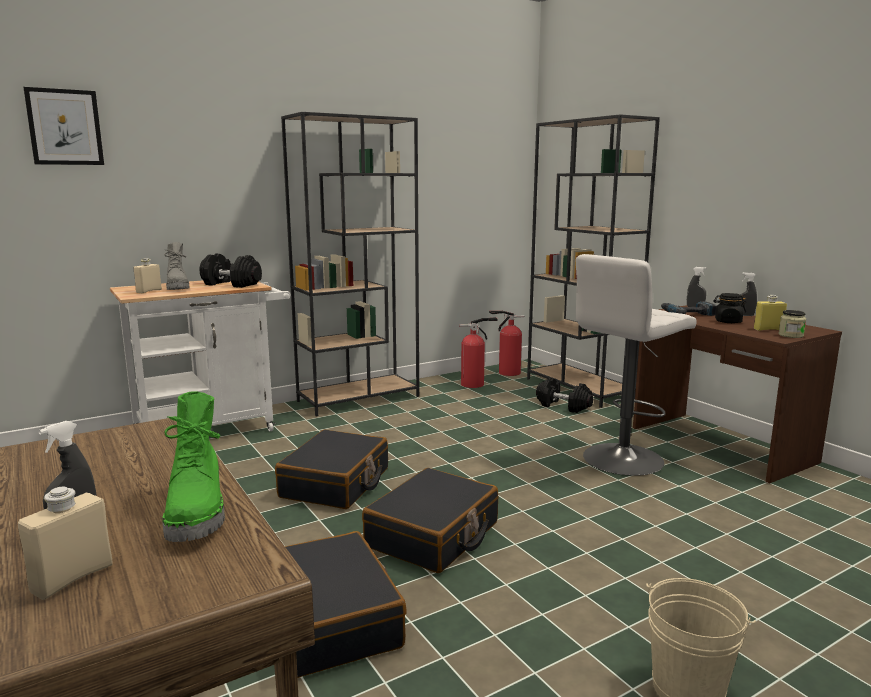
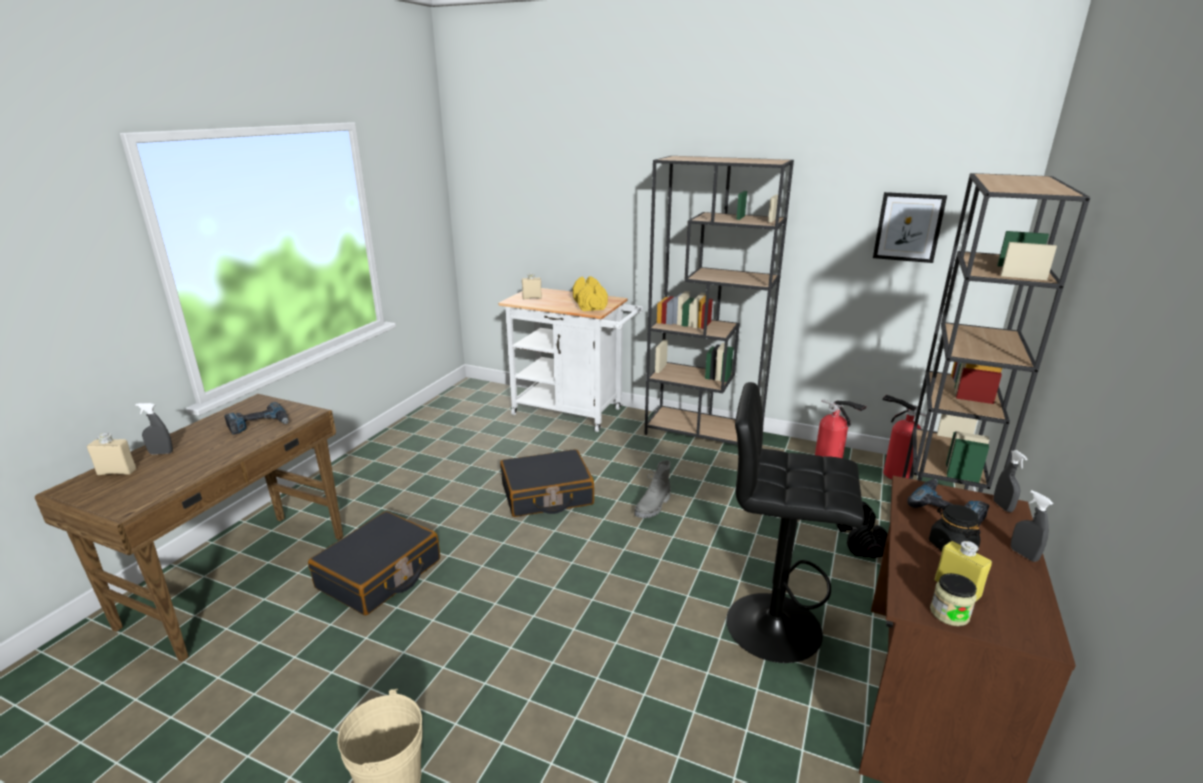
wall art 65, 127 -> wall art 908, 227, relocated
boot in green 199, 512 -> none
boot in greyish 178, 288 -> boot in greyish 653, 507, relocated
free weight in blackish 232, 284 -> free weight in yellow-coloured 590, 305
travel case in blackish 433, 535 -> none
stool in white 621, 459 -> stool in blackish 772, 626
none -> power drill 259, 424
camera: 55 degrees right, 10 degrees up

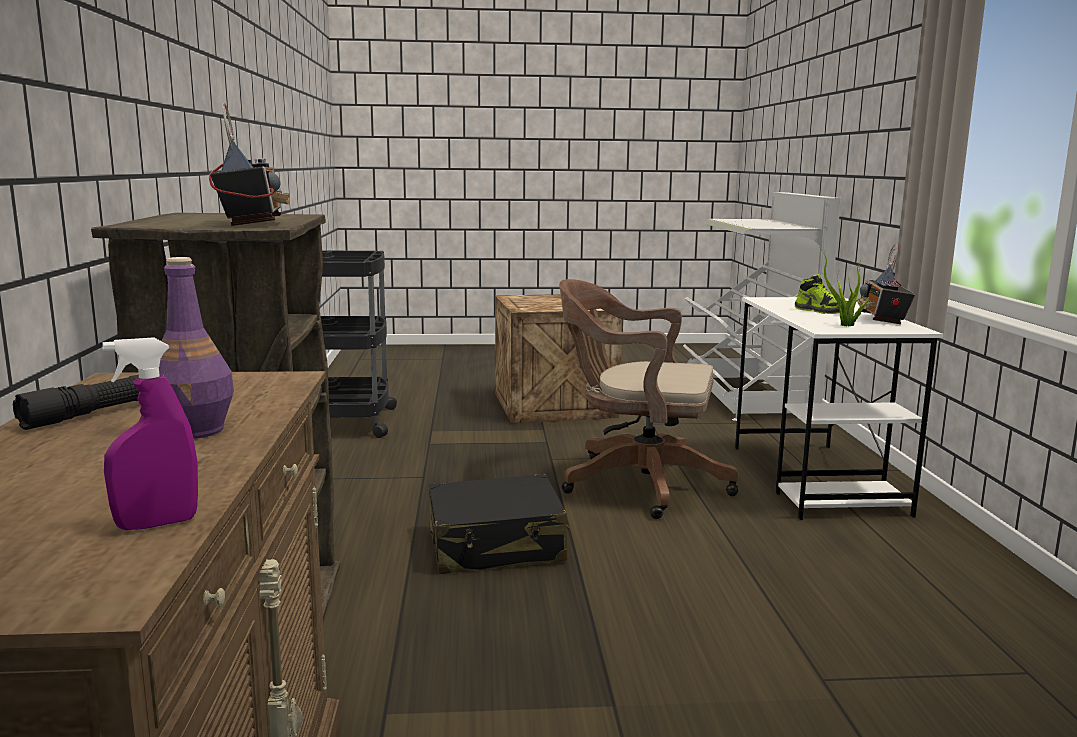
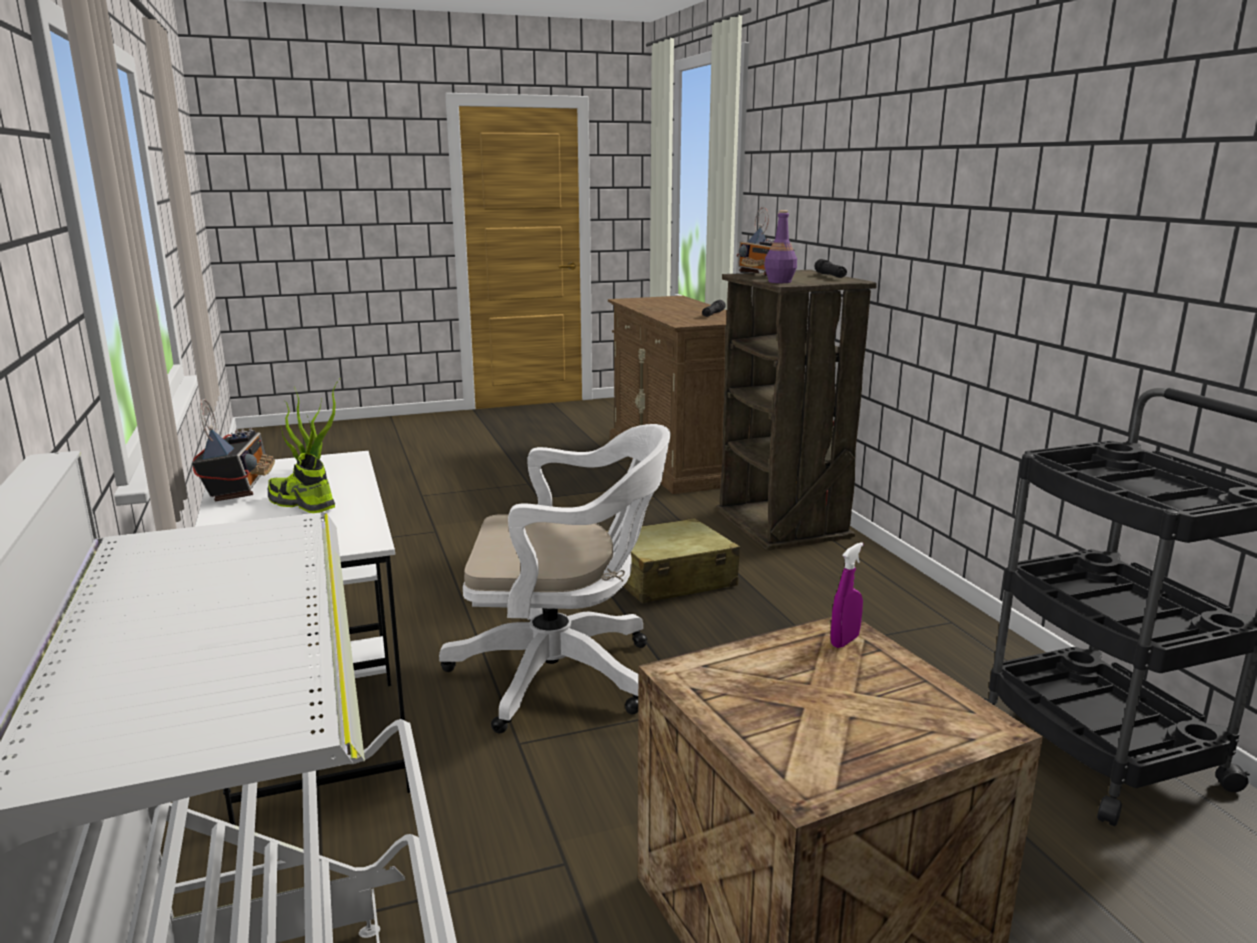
sprayer in purplish 157, 524 -> sprayer in purplish 844, 641, relocated
beverage bottle in purplish 195, 430 -> beverage bottle in purplish 779, 282, relocated
travel case in blackish 496, 546 -> travel case in beige 669, 579
office chair in brown 636, 483 -> office chair in white 564, 674
none -> torch in blackish 830, 276
camera: 165 degrees right, 5 degrees up

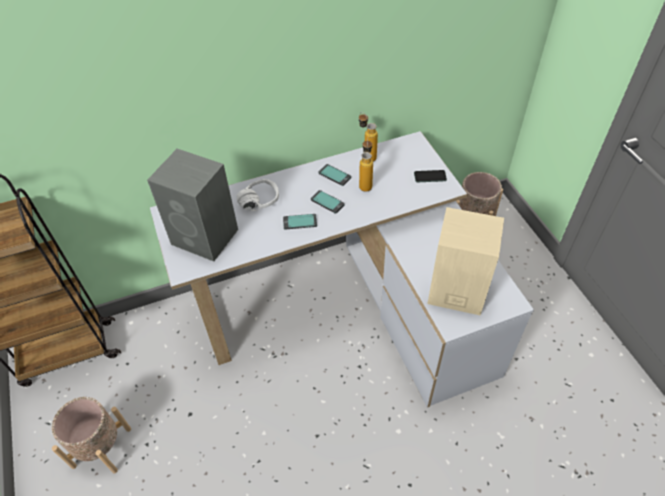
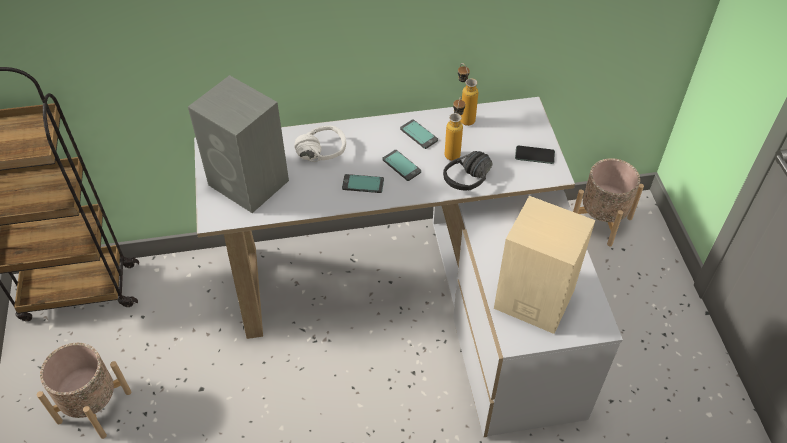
none -> headphones in blackish 473, 182
camera: 10 degrees right, 0 degrees up

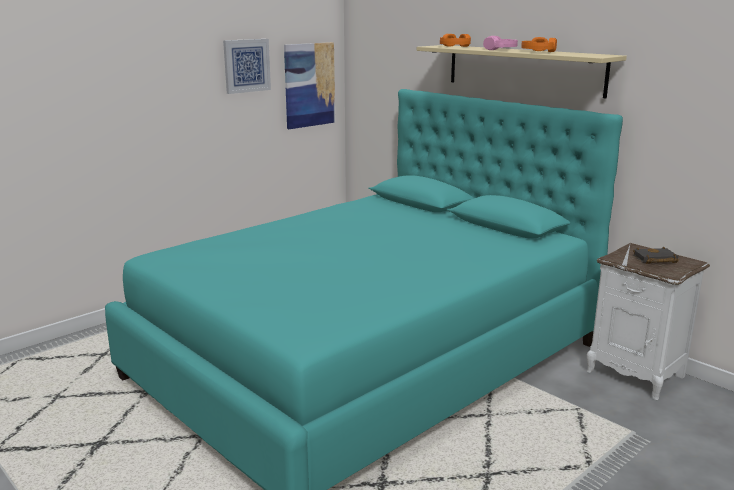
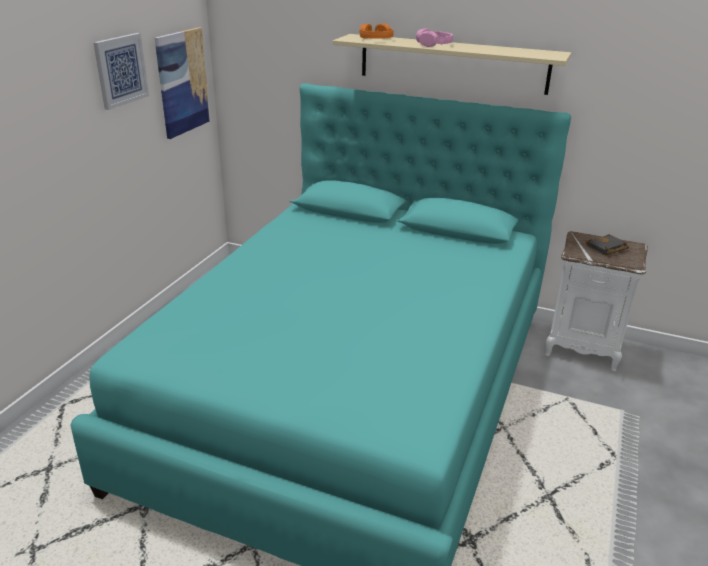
headphones in orangey 538, 51 -> none
camera: 25 degrees left, 10 degrees up

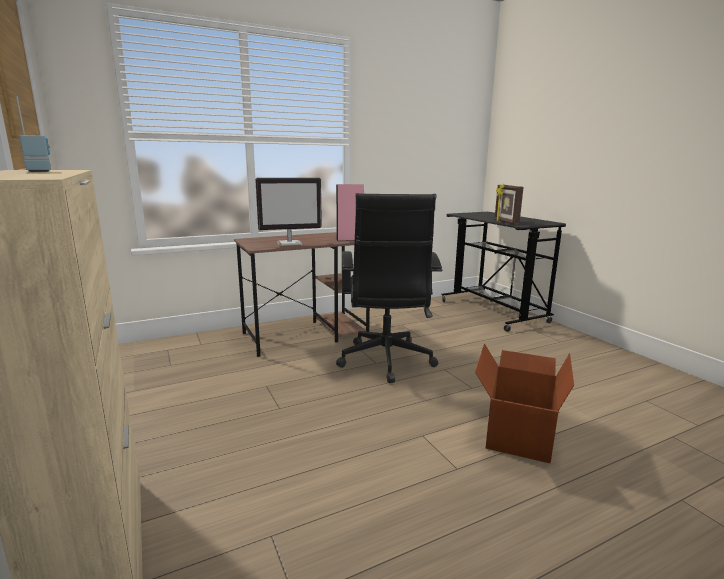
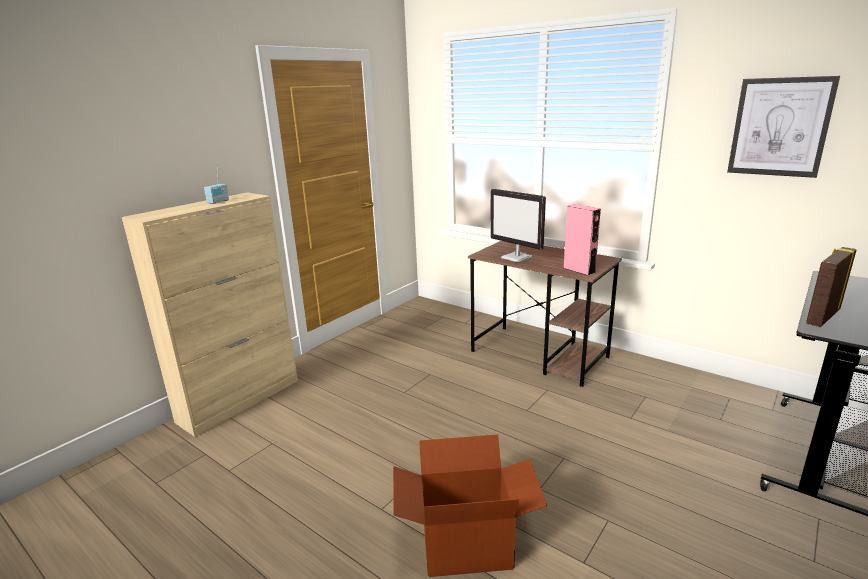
office chair in blackish 386, 362 -> none
none -> wall art 779, 127
camera: 65 degrees right, 5 degrees up

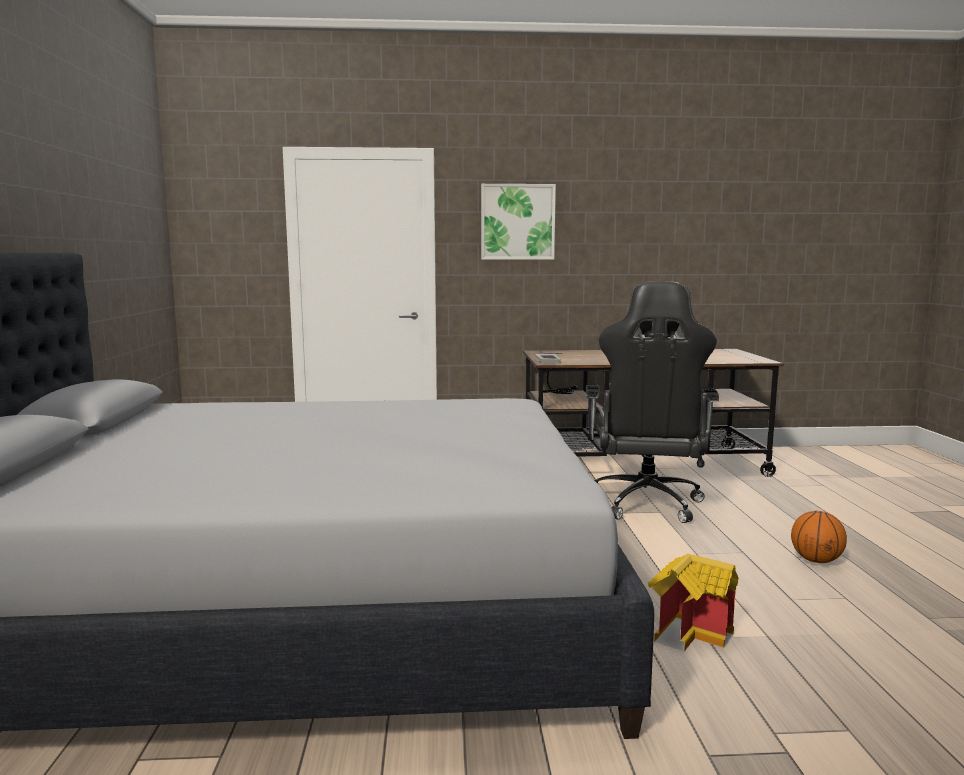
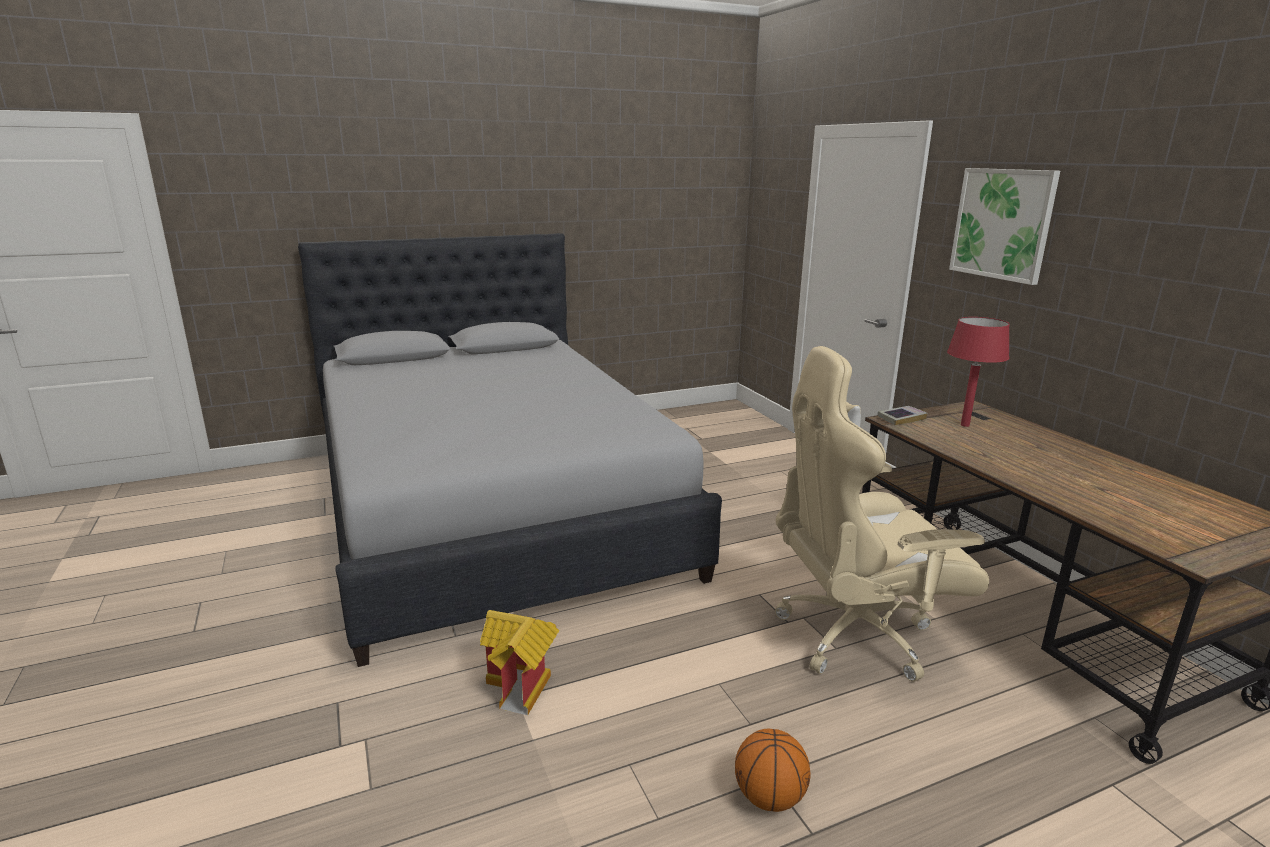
office chair in blackish 645, 501 -> office chair in beige 863, 634
none -> table lamp in red 965, 425
camera: 70 degrees right, 10 degrees up

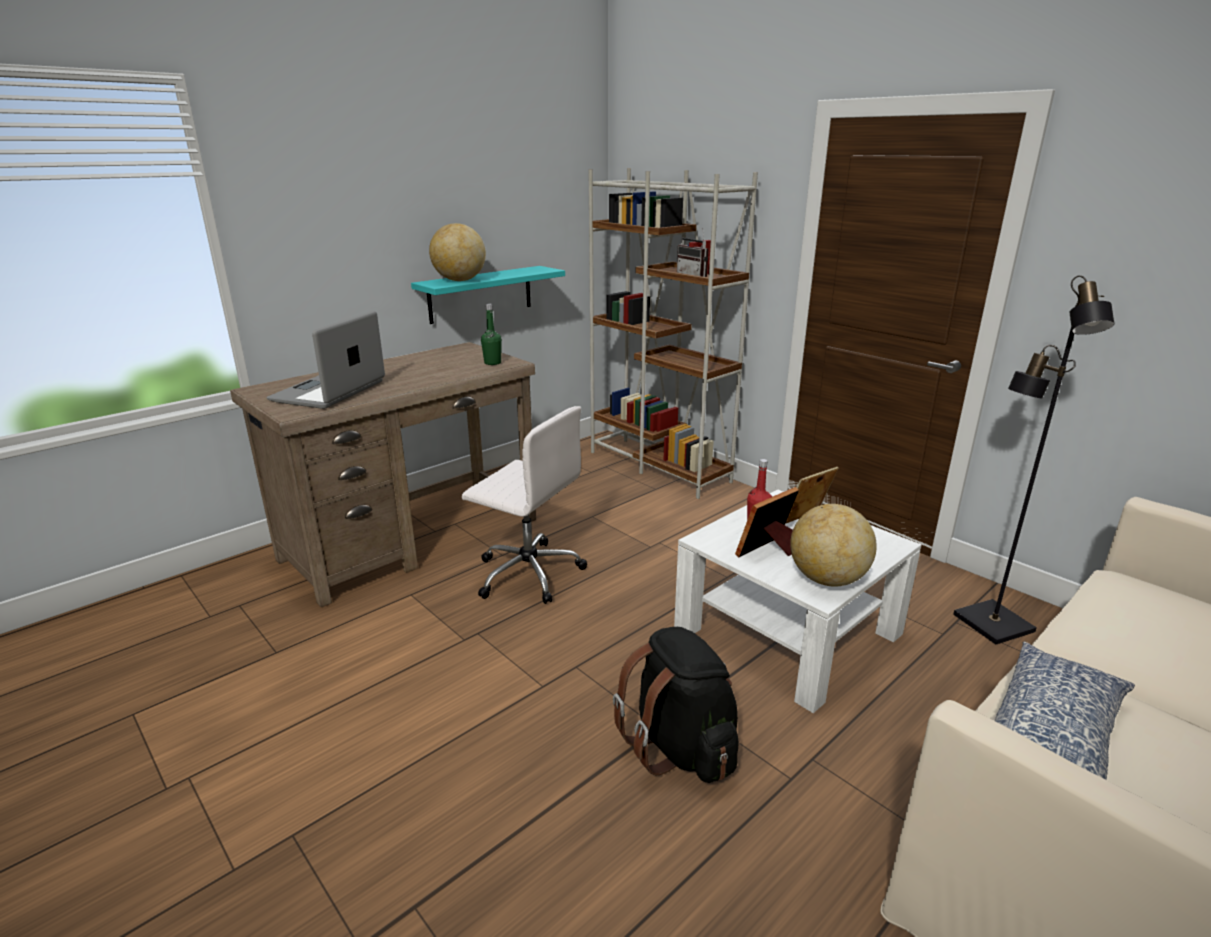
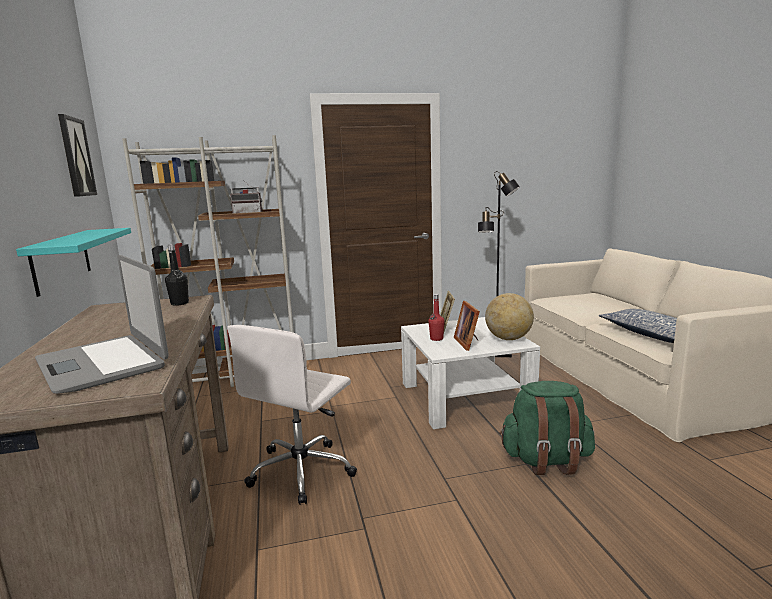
desk globe 459, 280 -> none
office chair in white 527, 572 -> office chair in white 302, 470, 150 degrees clockwise
beverage bottle in green 492, 363 -> beverage bottle in blackish 179, 303
backpack in blackish 680, 746 -> backpack in green 546, 460
none -> wall art 76, 157
camera: 60 degrees left, 10 degrees down

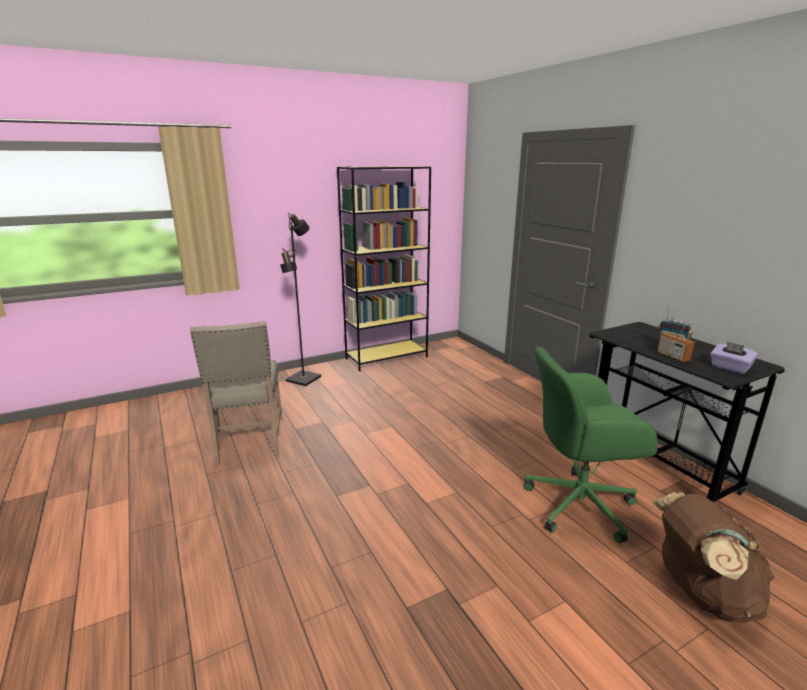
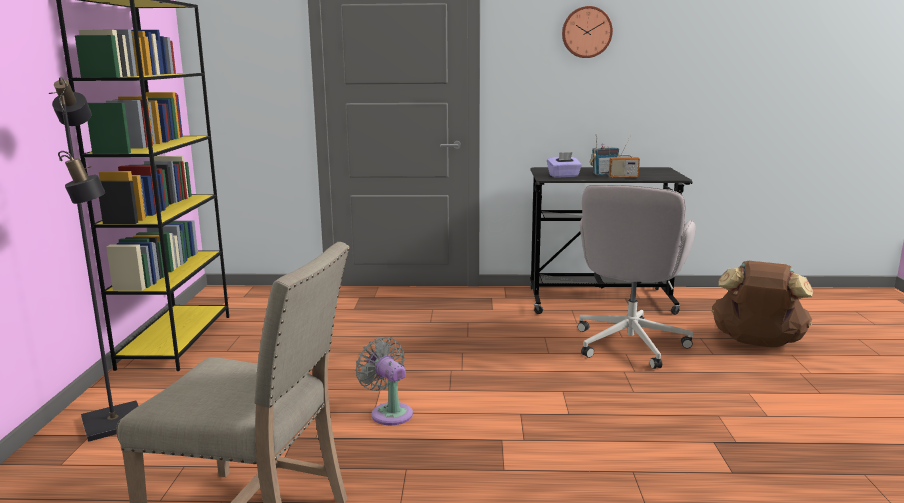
office chair in green 577, 505 -> office chair in greyish 629, 345
tissue holder in purplish 729, 368 -> tissue holder in purplish 564, 176, relocated
none -> fan in greyish 389, 412
none -> wall clock 586, 32
camera: 60 degrees left, 5 degrees down

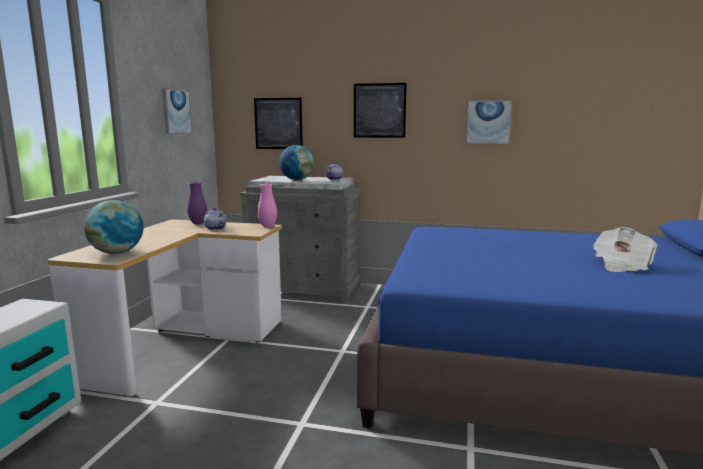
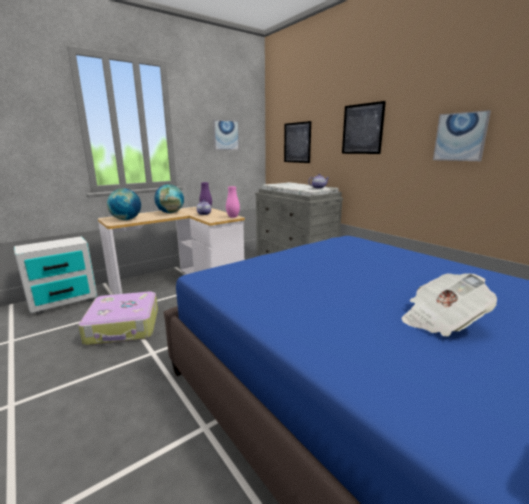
desk globe 297, 180 -> desk globe 170, 212, relocated
none -> travel case 124, 327
camera: 40 degrees right, 5 degrees up

